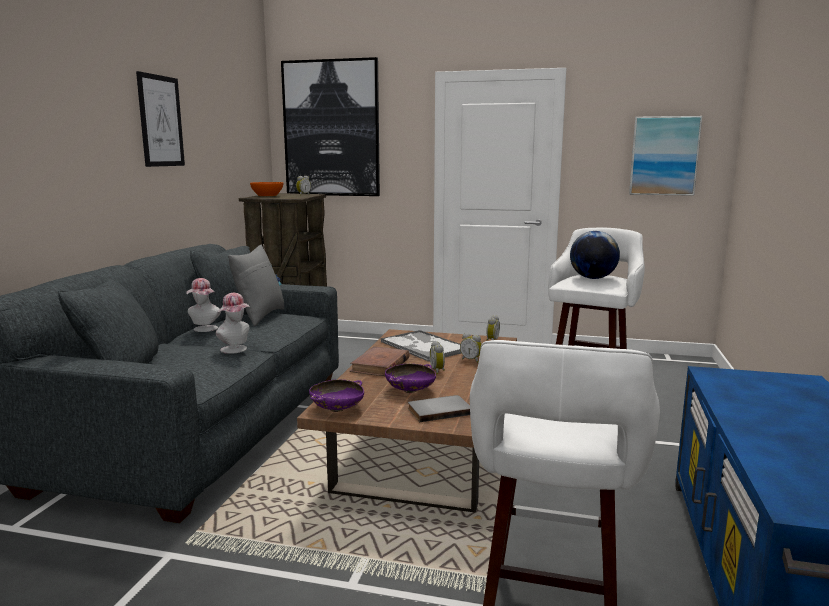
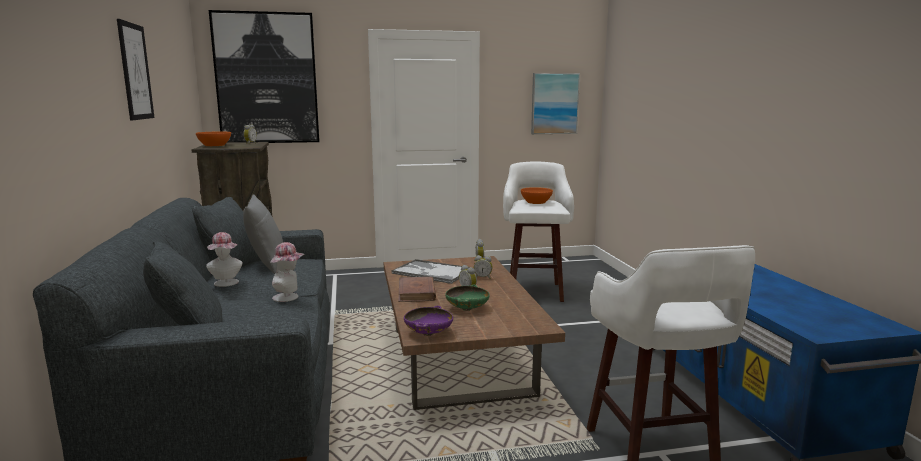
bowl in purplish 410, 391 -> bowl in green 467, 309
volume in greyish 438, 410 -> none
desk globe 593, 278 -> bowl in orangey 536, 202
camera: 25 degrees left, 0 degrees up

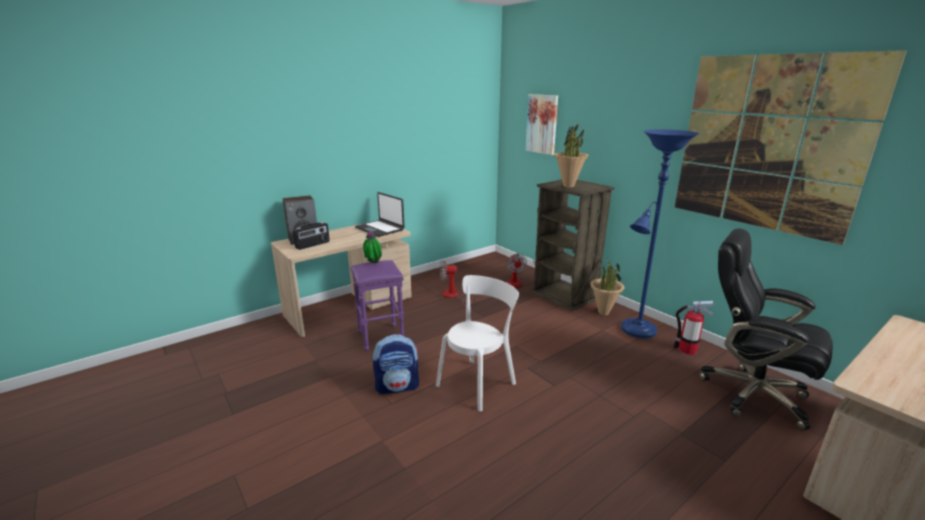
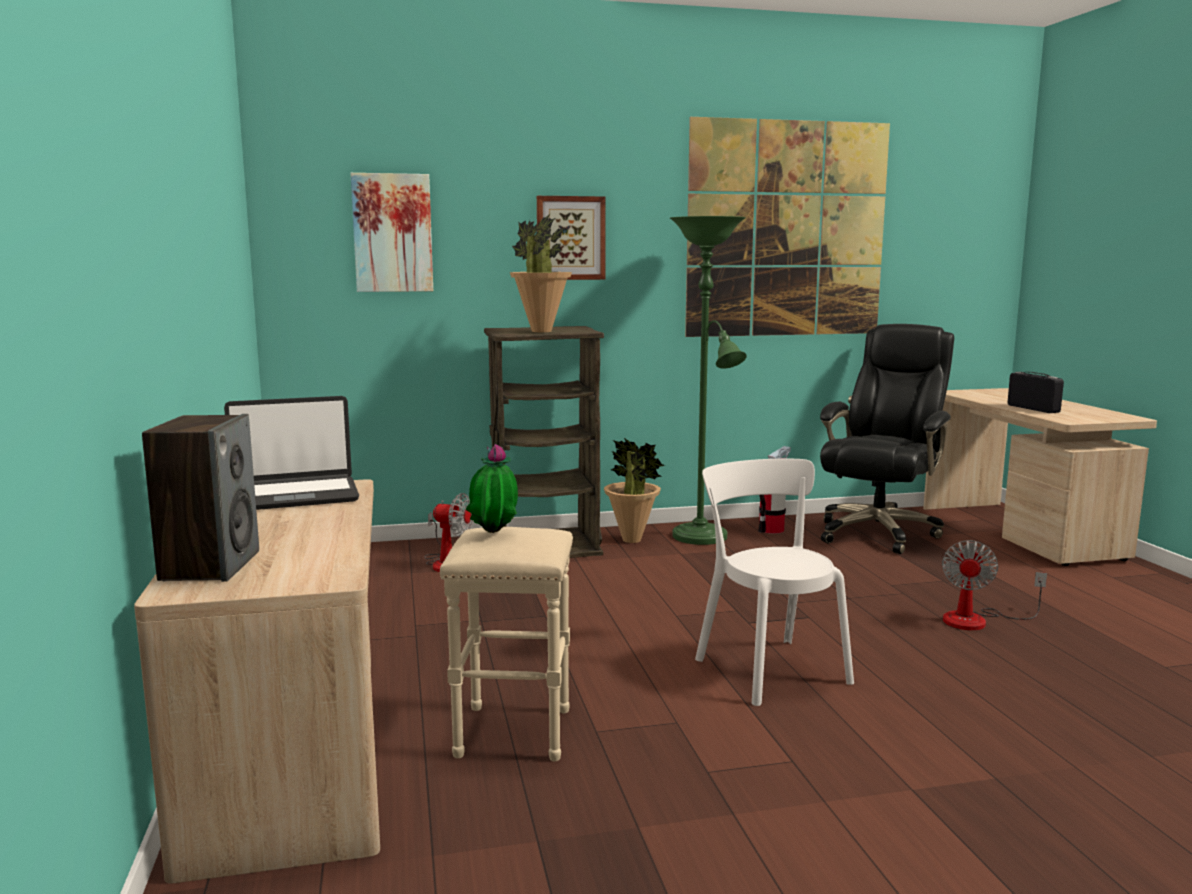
radio receiver 313, 245 -> radio receiver 1033, 409, relocated
stool in purplish 380, 338 -> stool in beige 515, 733
backpack 397, 386 -> none
fan 454, 296 -> fan 977, 620, relocated
standard lamp in blue 636, 331 -> standard lamp in green 703, 538
office chair in blackish 749, 393 -> office chair in blackish 879, 533, 150 degrees clockwise
none -> wall art 570, 238
camera: 65 degrees left, 10 degrees down

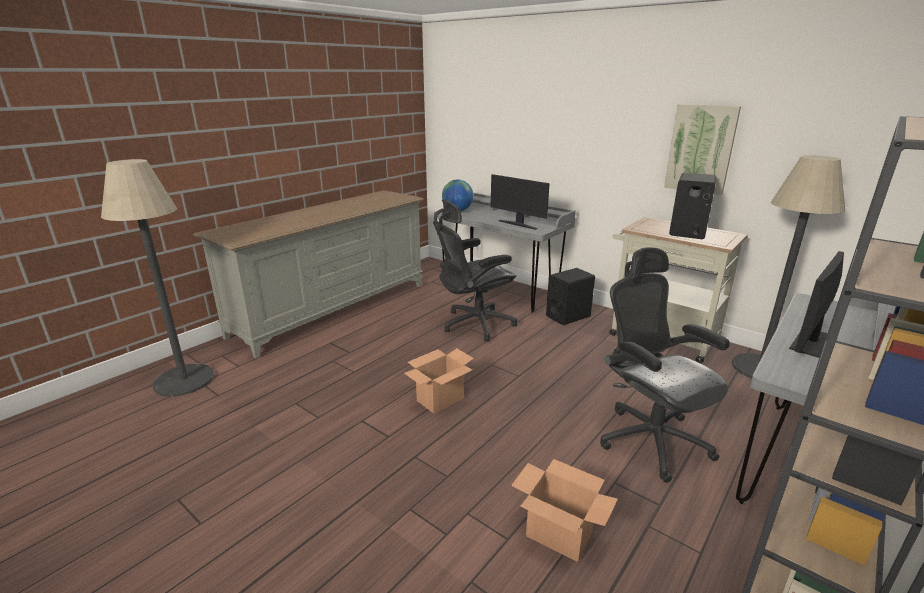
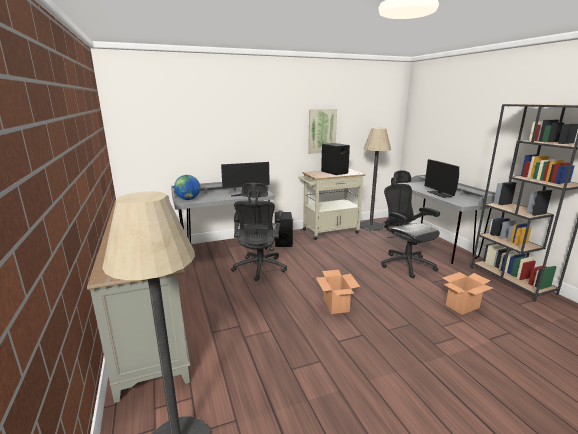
office chair 649, 438 -> office chair 405, 264, 60 degrees clockwise
camera: 60 degrees left, 5 degrees down

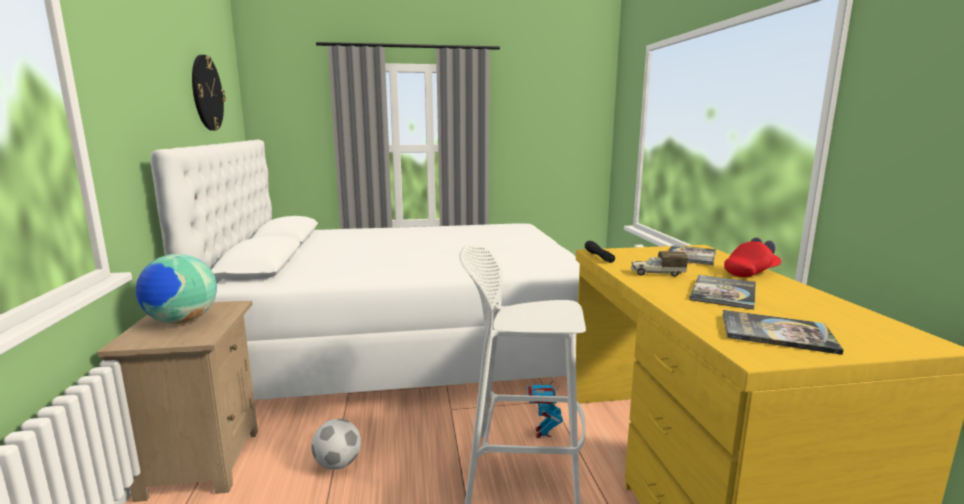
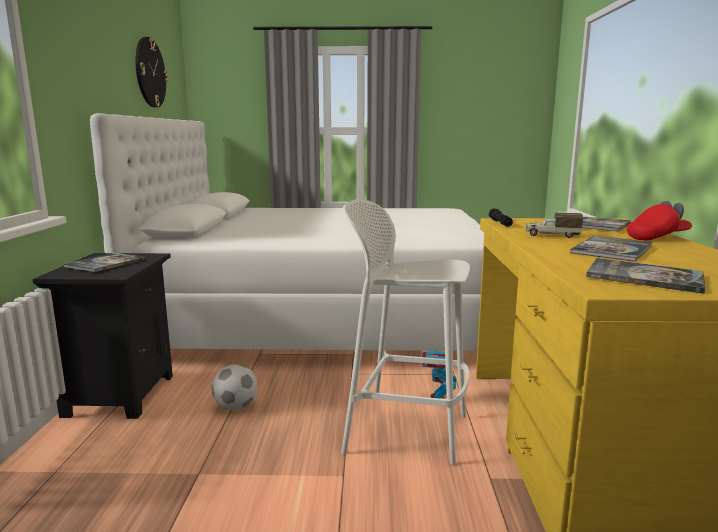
nightstand in beige 205, 461 -> nightstand in blackish 124, 394
desk globe 181, 321 -> volume 106, 263
camera: 10 degrees right, 0 degrees up

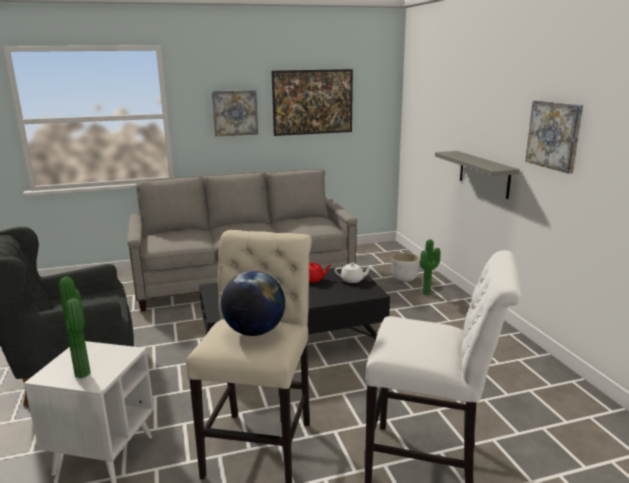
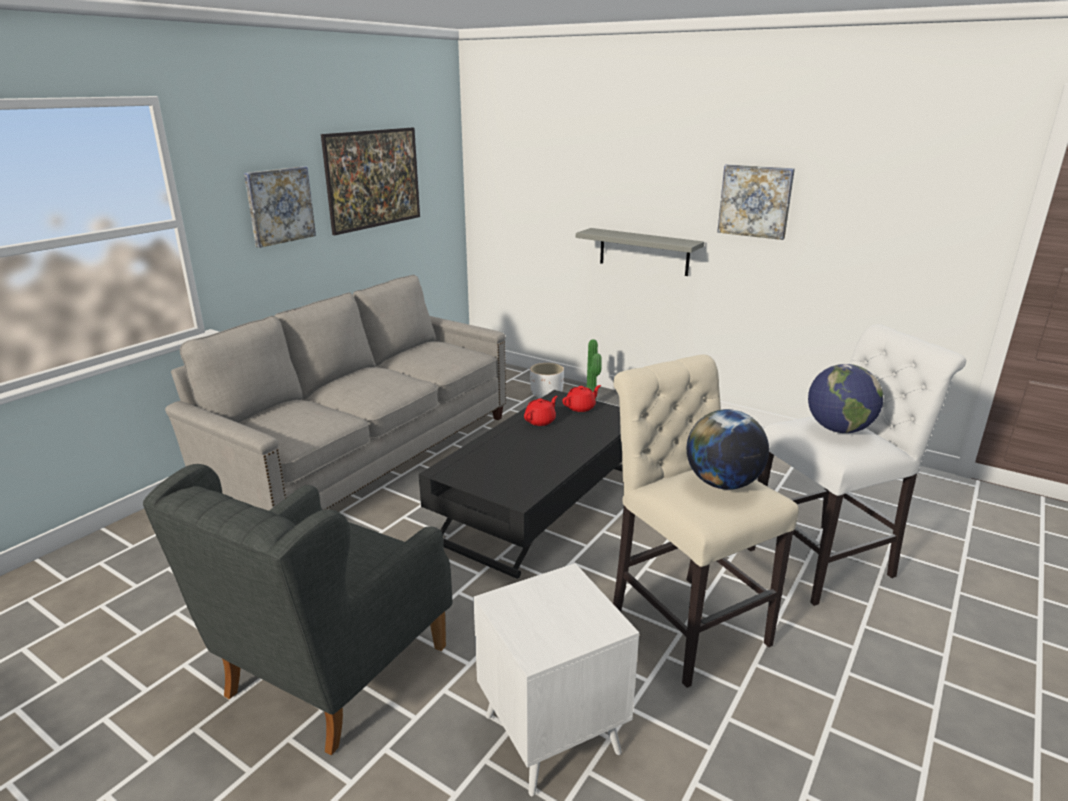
potted plant 86, 373 -> none
tea pot in white 353, 280 -> tea pot in red 581, 407
none -> desk globe 838, 429
camera: 40 degrees left, 5 degrees up

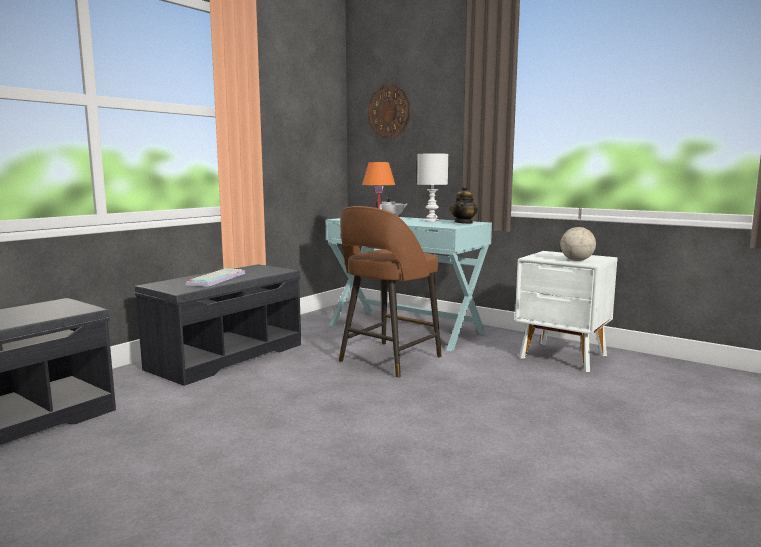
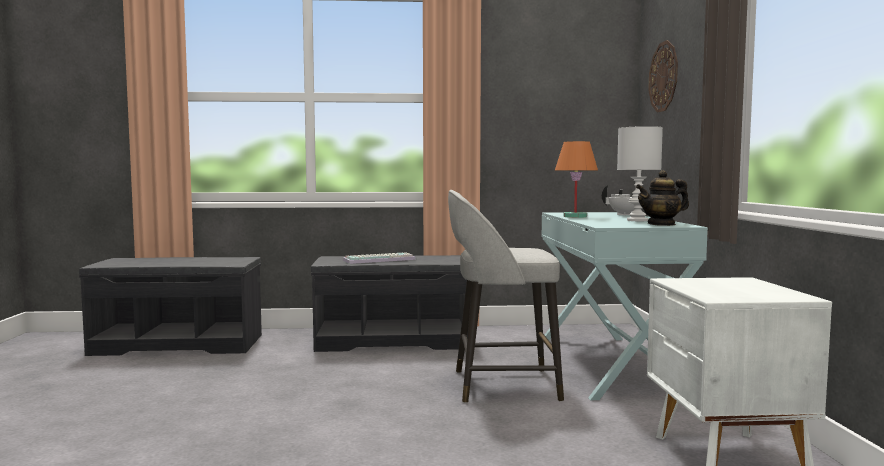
stool in brown 388, 360 -> stool in greyish 501, 385
desk globe 577, 260 -> none
camera: 50 degrees right, 5 degrees down

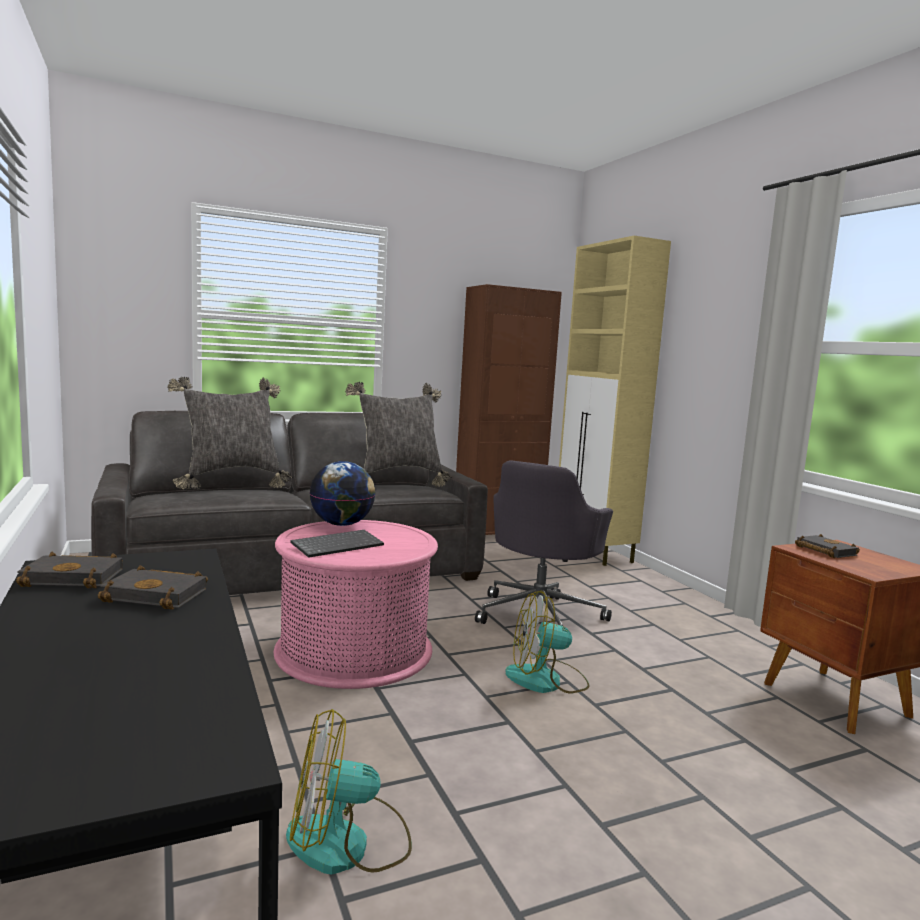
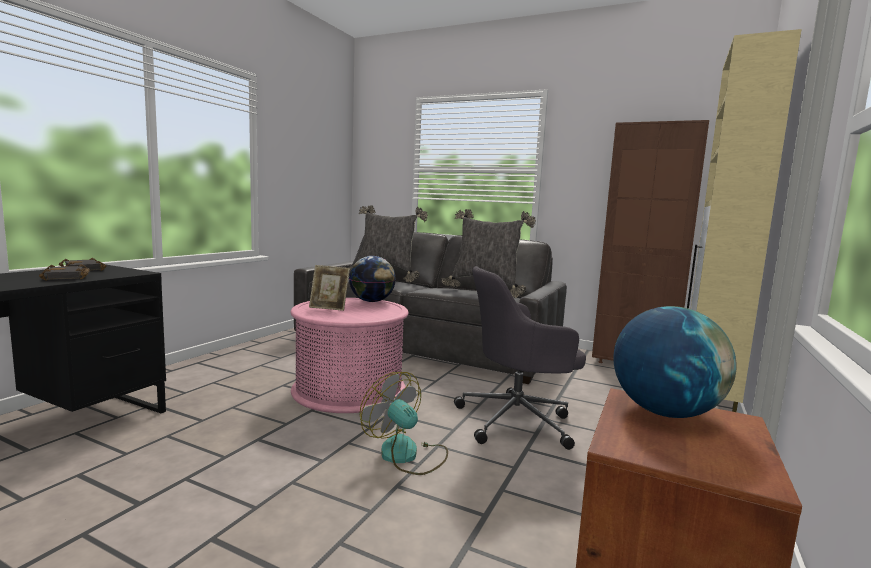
fan 347, 844 -> none
PC keyboard 338, 545 -> standing frame 329, 308
volume in blackish 823, 550 -> desk globe 664, 412
camera: 50 degrees right, 0 degrees up

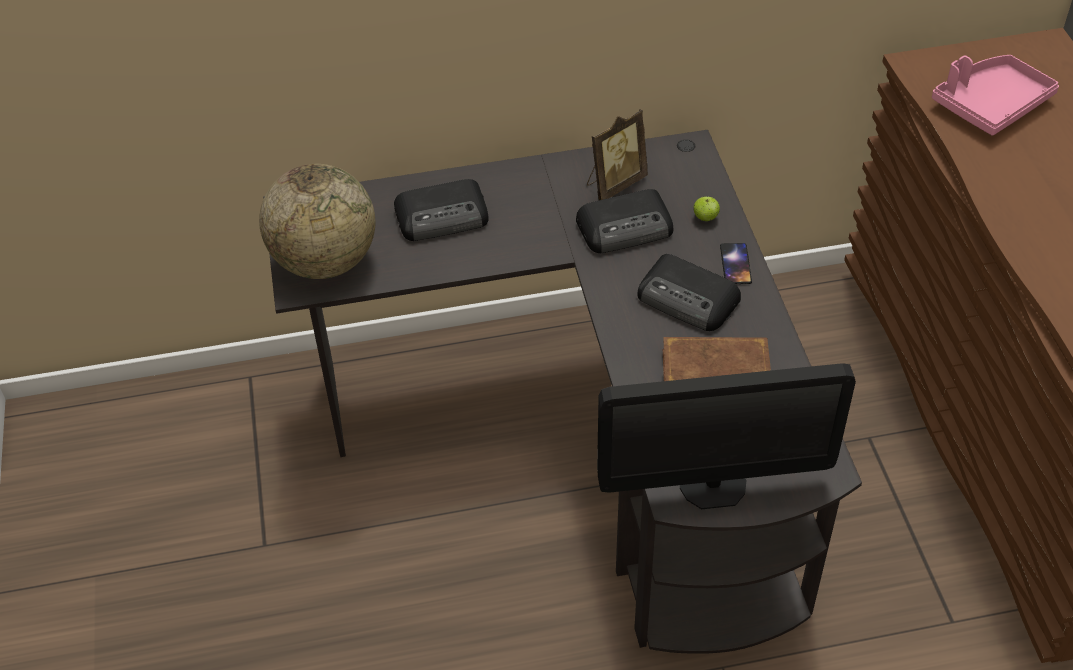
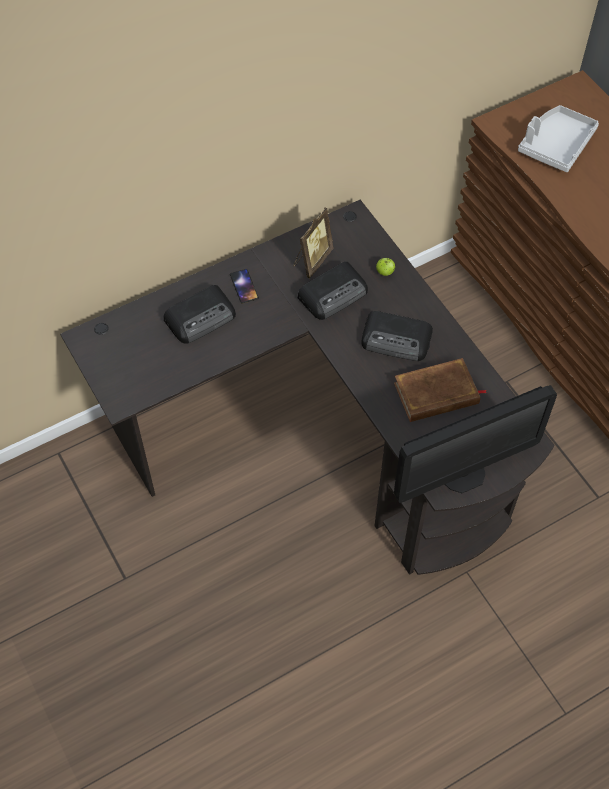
desk globe 325, 261 -> none
phone 735, 264 -> phone 244, 286, relocated
tray in pinkish 990, 104 -> tray in greyish 555, 145
camera: 20 degrees left, 10 degrees up

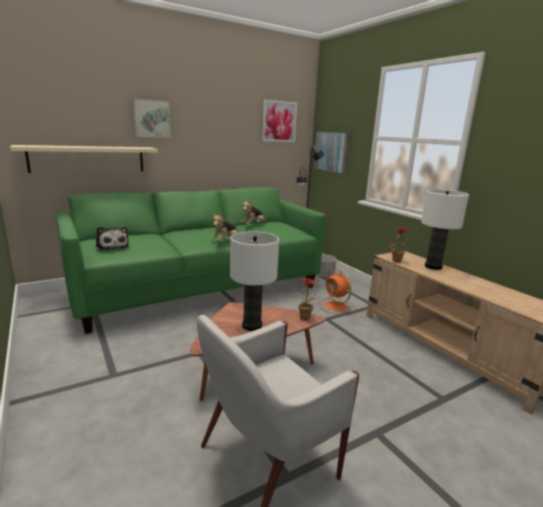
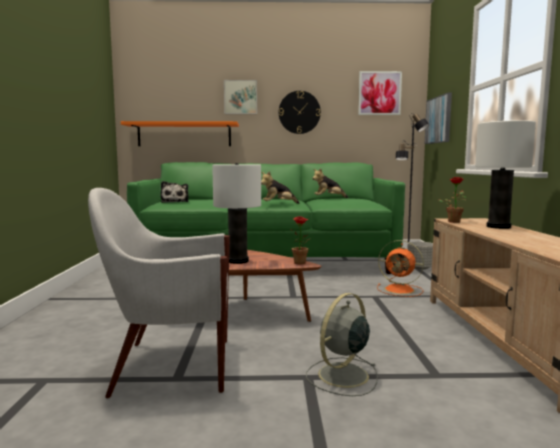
shelf in beige 88, 159 -> shelf in orangey 184, 134
fan in orangey 336, 307 -> fan in orangey 400, 290, 60 degrees counterclockwise
none -> wall clock 299, 112
none -> fan in greyish 342, 376
camera: 30 degrees right, 10 degrees down

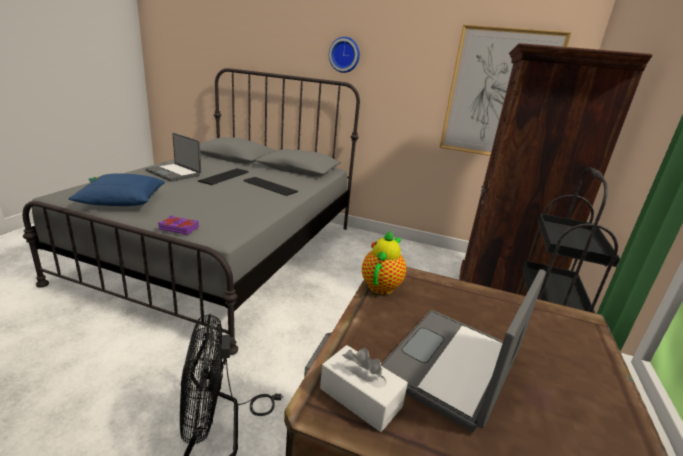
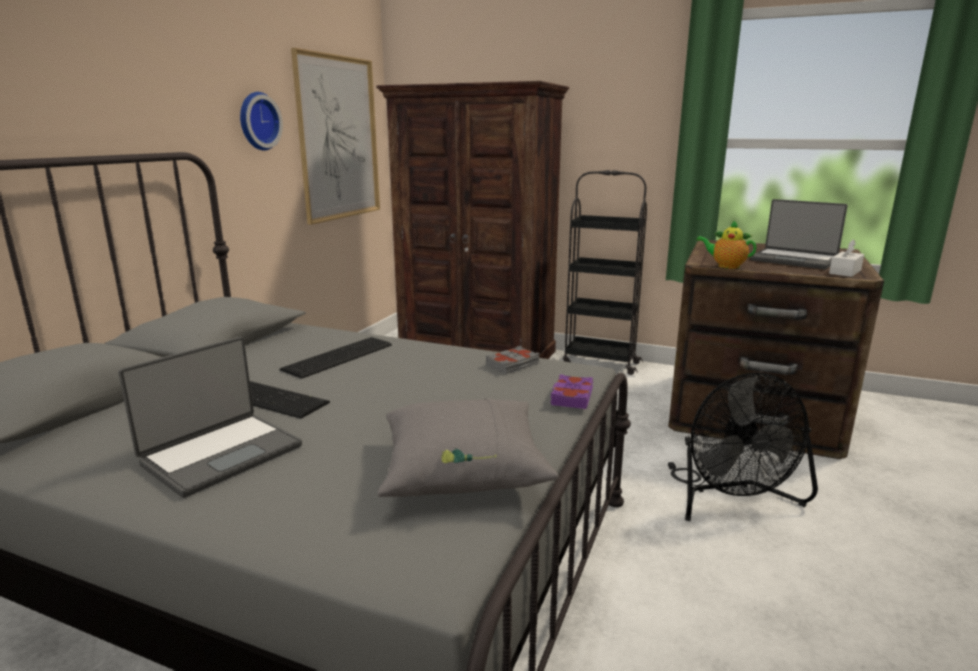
pillow in blue 123, 202 -> pillow in greyish 463, 471
wall clock 345, 55 -> wall clock 257, 121, relocated
none -> volume in greyish 513, 365
camera: 85 degrees left, 5 degrees down

